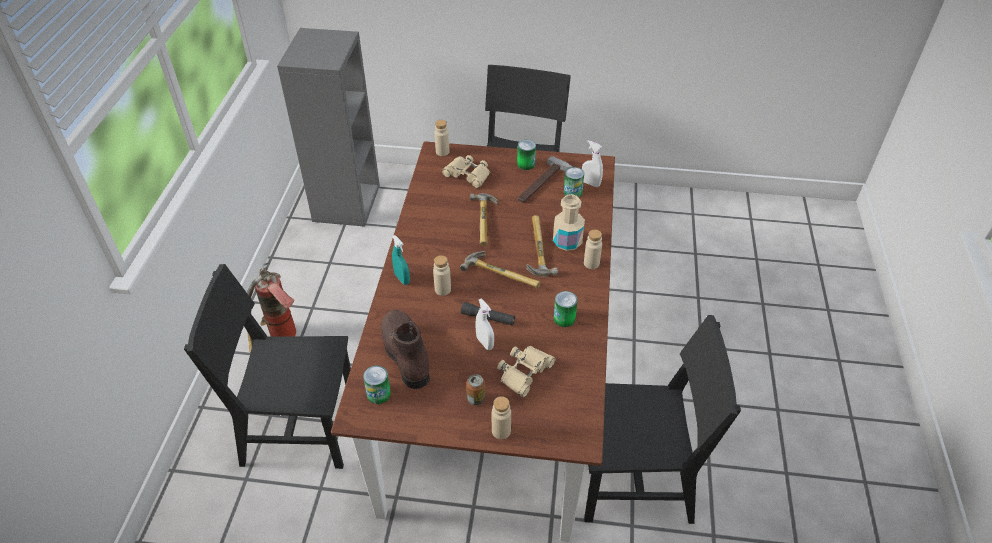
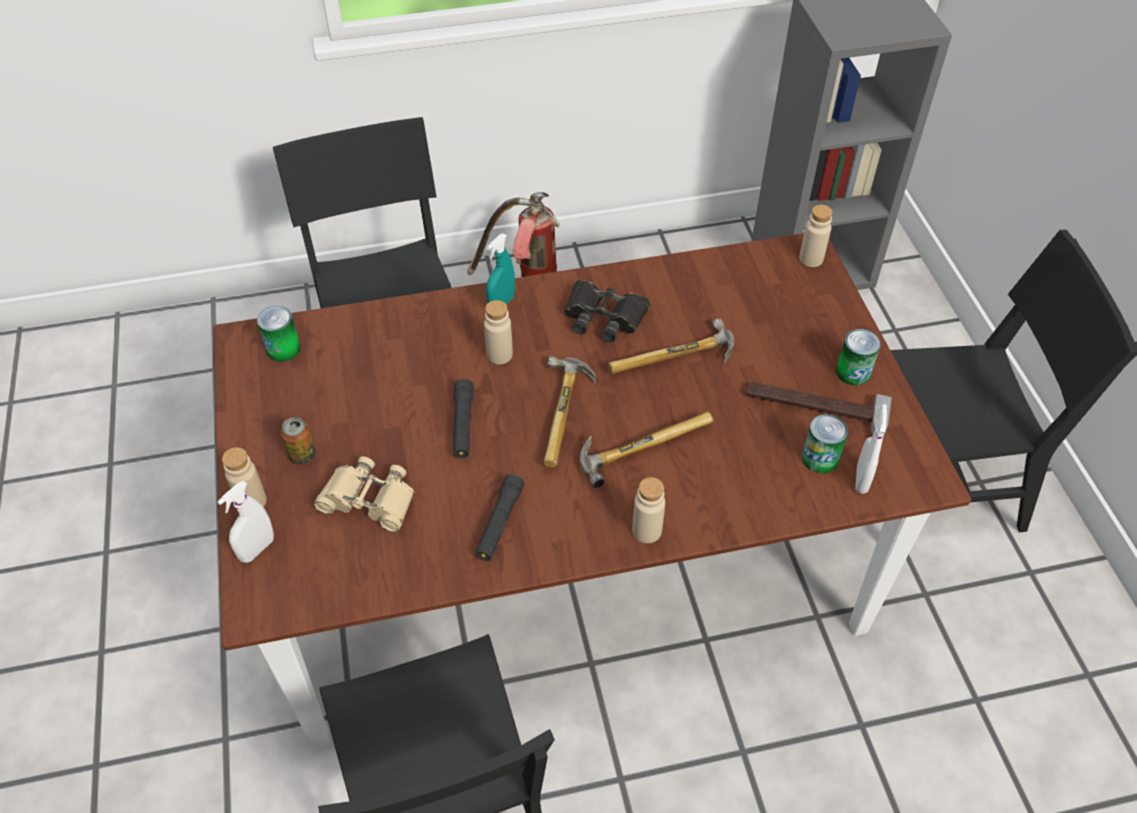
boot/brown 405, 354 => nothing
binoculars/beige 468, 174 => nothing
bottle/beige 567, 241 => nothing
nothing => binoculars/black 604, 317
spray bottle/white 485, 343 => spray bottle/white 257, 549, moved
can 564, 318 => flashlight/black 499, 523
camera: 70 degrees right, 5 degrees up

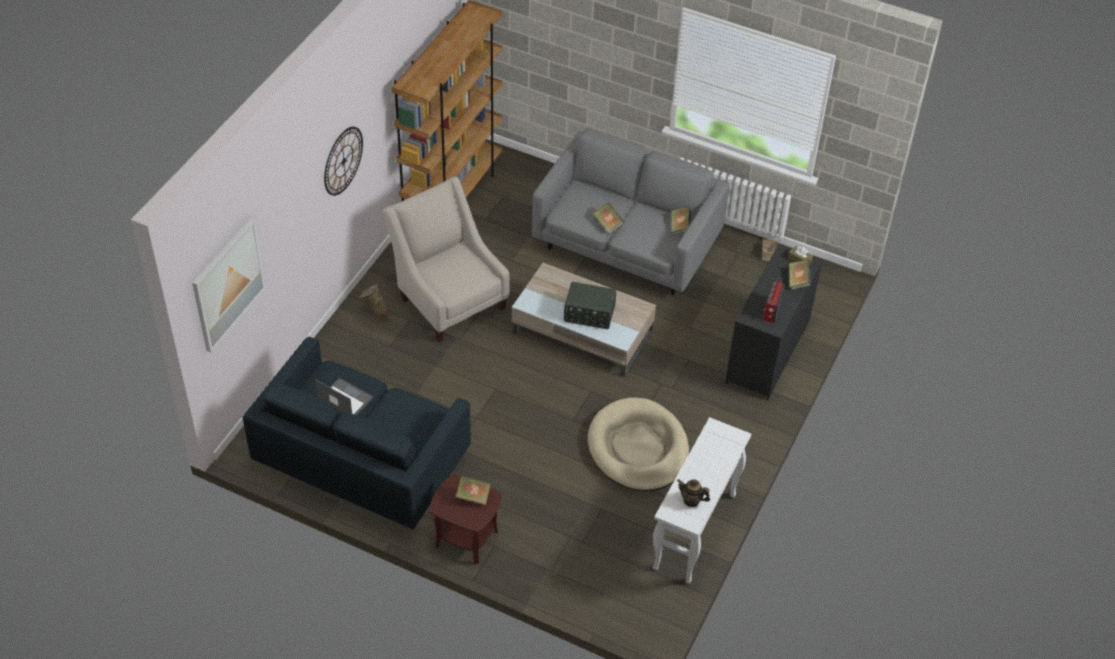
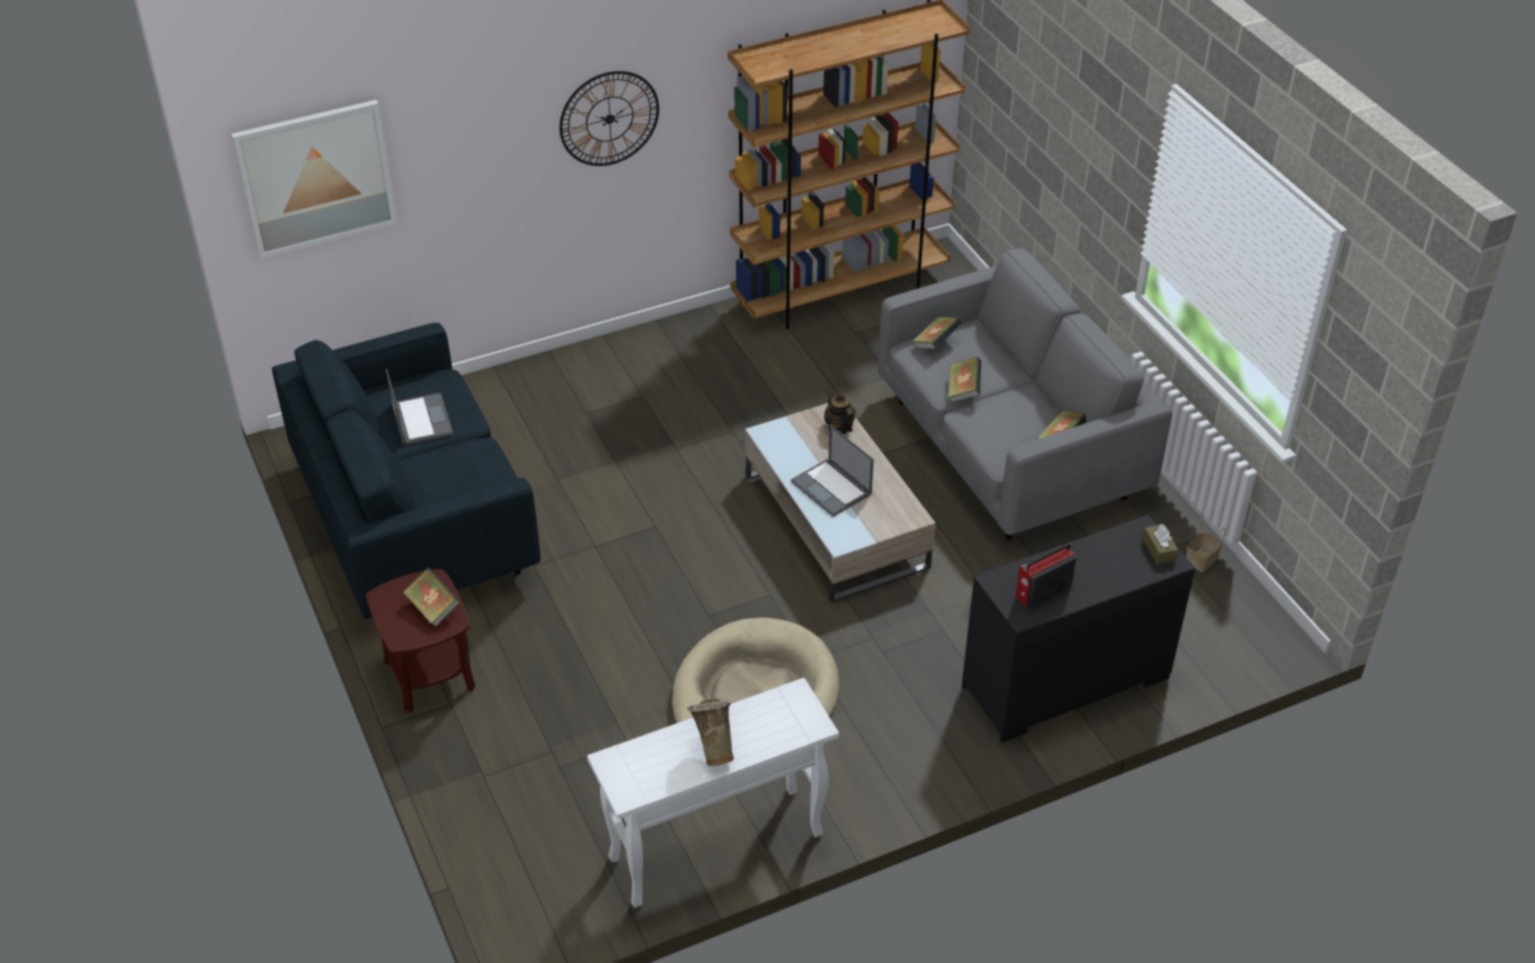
armchair/beige 449, 299 => nothing
vase/beige 375, 312 => vase/beige 713, 750, moved
teapot 691, 500 => teapot 839, 427, moved
book 798, 281 => book 935, 344, moved
radio 589, 315 => laptop 832, 488
camera: 40 degrees right, 5 degrees down

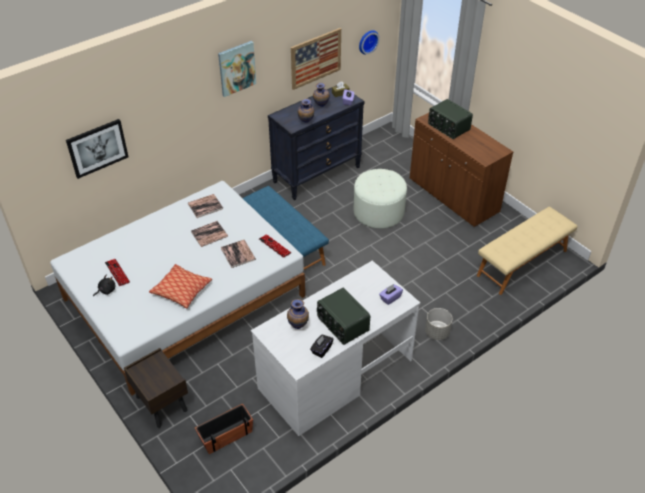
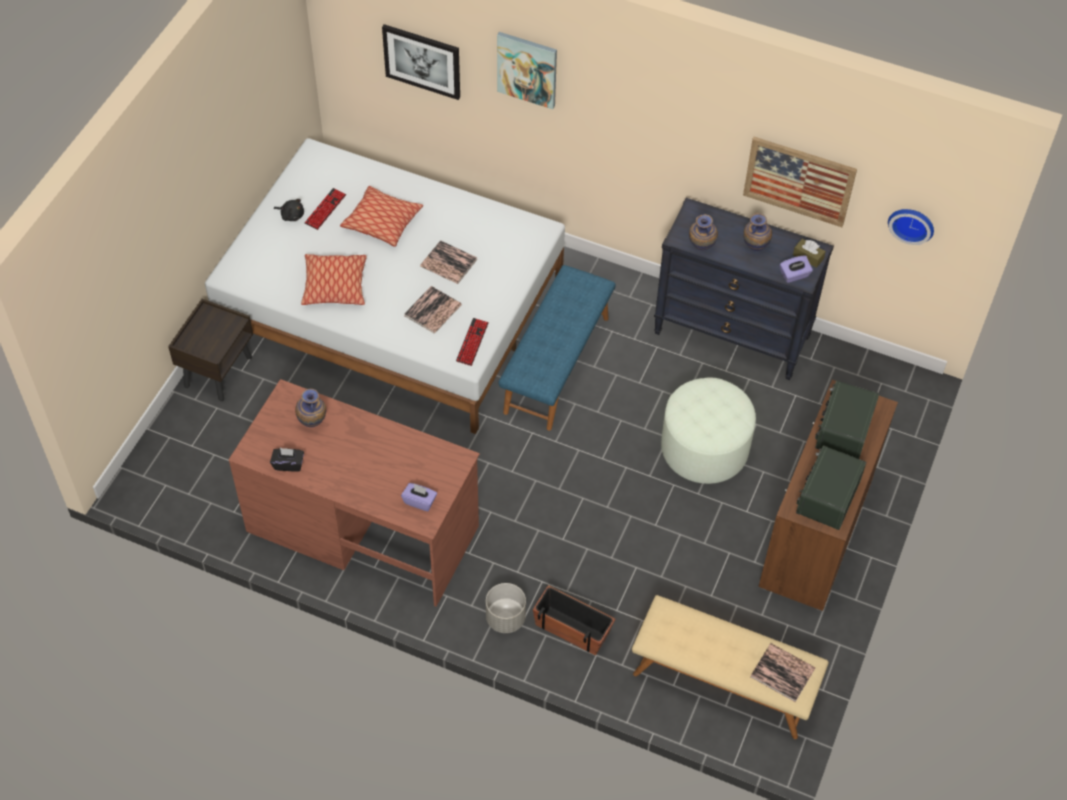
nothing => pillow 382, 222
book 205, 206 => book 782, 672, moved
planter 226, 435 => planter 572, 629, moved
picture 236, 68 => picture 527, 69, moved
radio 342, 324 => radio 826, 497, moved
desk/white 335, 374 => desk/brown 362, 527
camera: 60 degrees right, 10 degrees up

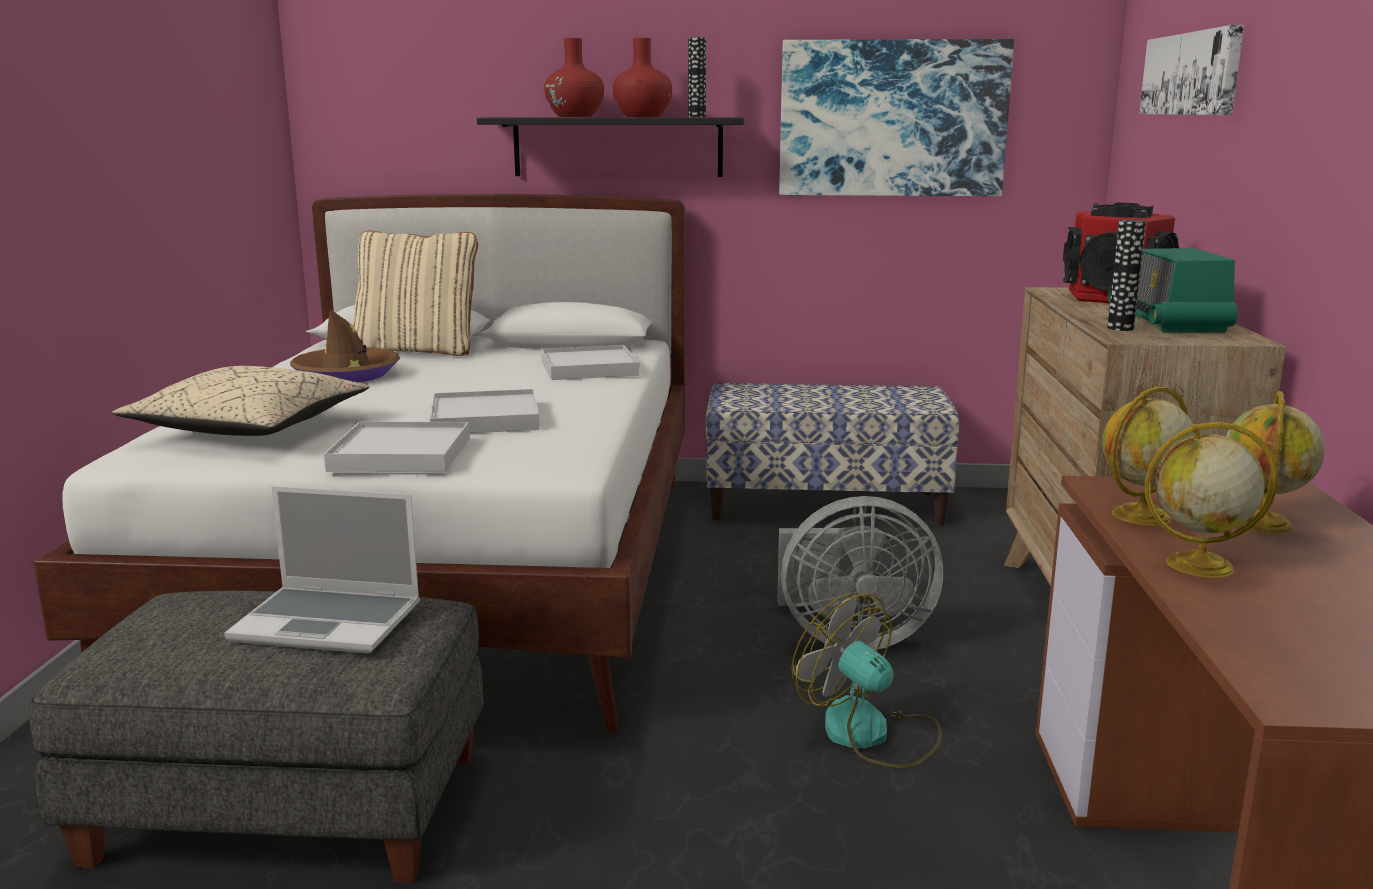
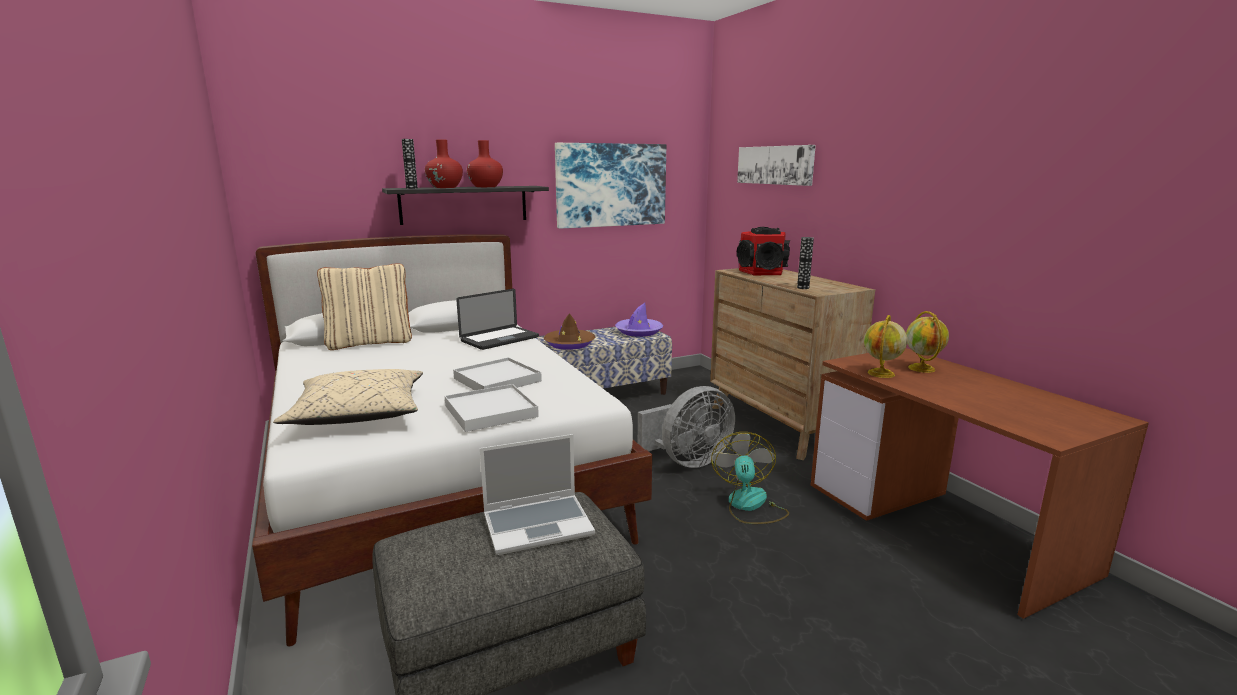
radio 1168, 321 => nothing
globe 1197, 565 => nothing
nothing => hat/purple 639, 332
hat/brown 346, 375 => hat/brown 569, 344, moved
vase 697, 117 => vase 411, 188, moved
tray/white 589, 368 => laptop 500, 339
fan 870, 734 => fan 749, 505, 75 degrees clockwise
camera: 30 degrees left, 0 degrees up

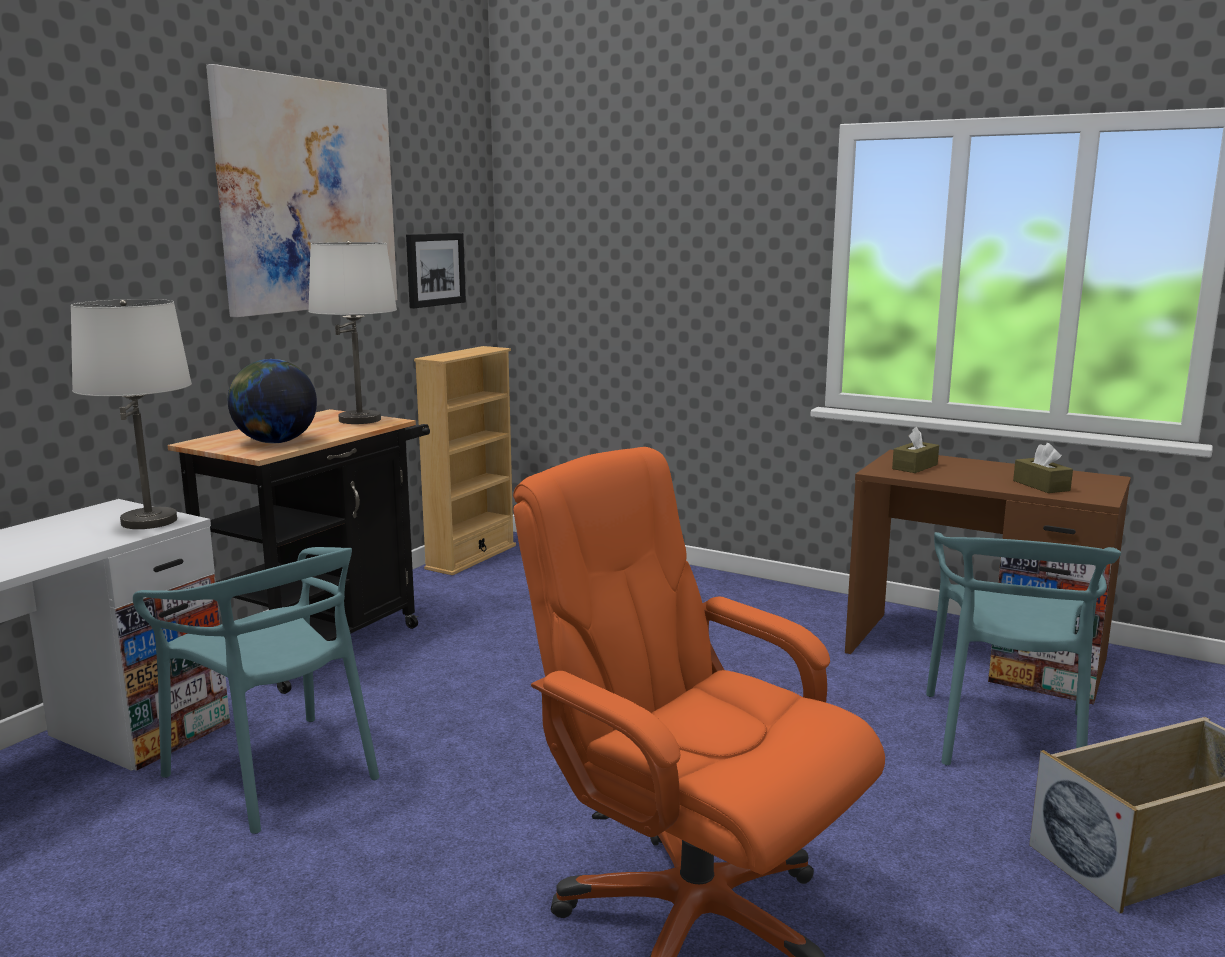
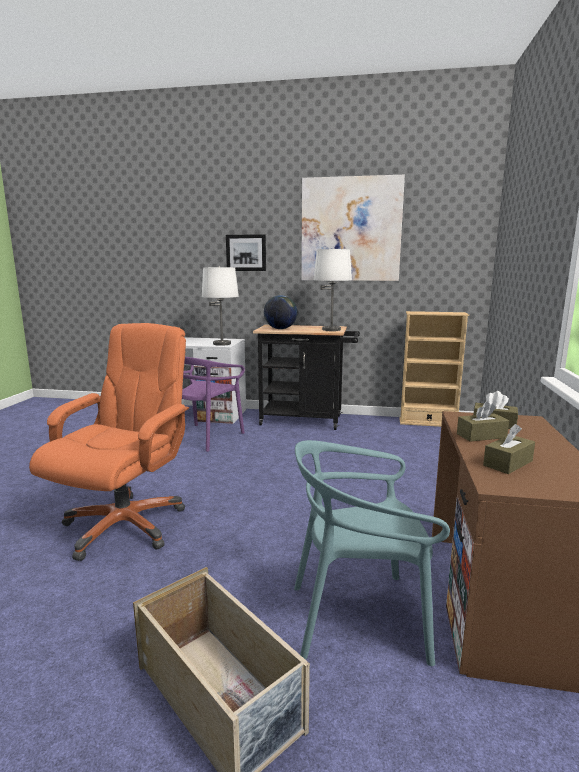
nothing => tissue box/brown 481, 435
picture 434, 269 => picture 246, 253, moved
chair/turquoise 276, 772 => chair/purple 204, 437
camera: 70 degrees right, 0 degrees up

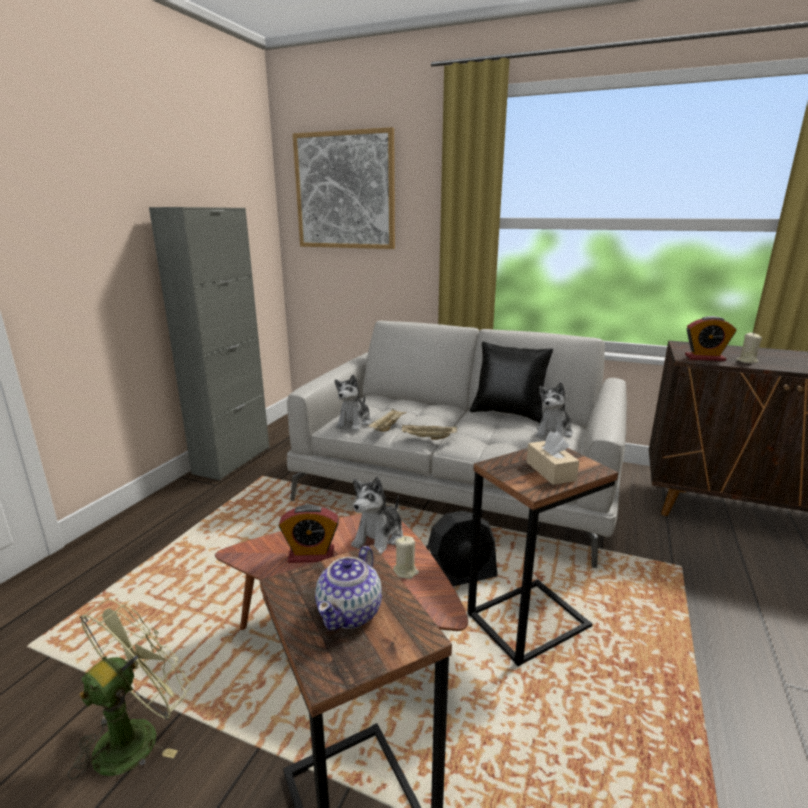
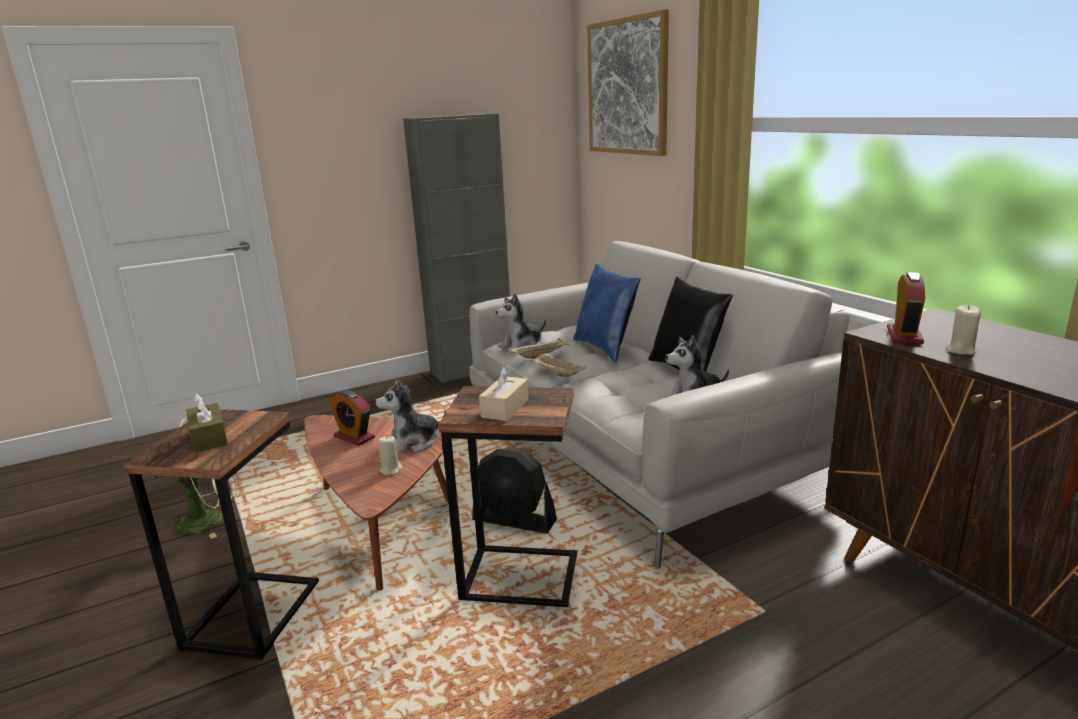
nothing => pillow/blue 606, 348
teapot 350, 612 => tissue box/brown 209, 438
alarm clock 704, 358 => alarm clock 904, 336, 120 degrees counterclockwise
camera: 40 degrees right, 0 degrees up

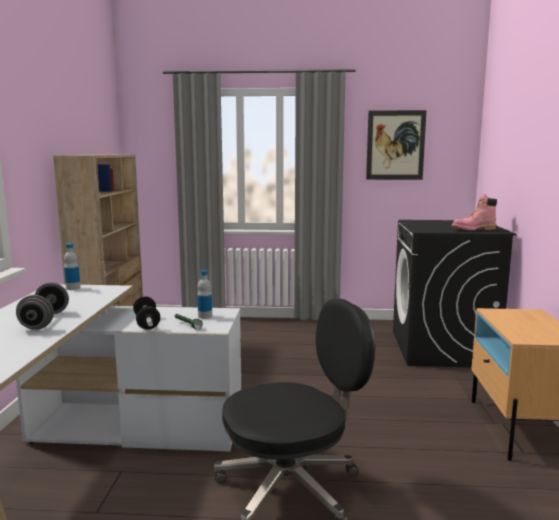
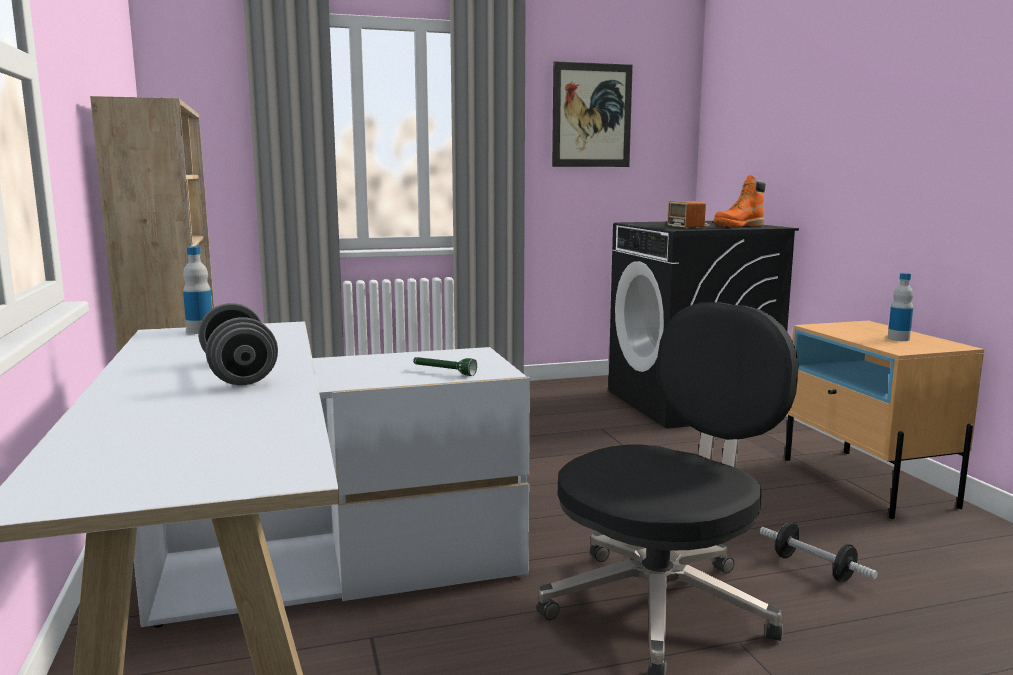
nothing => radio 689, 225
dumbbell 147, 323 => dumbbell 814, 568, moved
bottle 205, 316 => bottle 898, 339, moved
boot/pink 473, 229 => boot/orange 738, 226
camera: 20 degrees left, 0 degrees up

